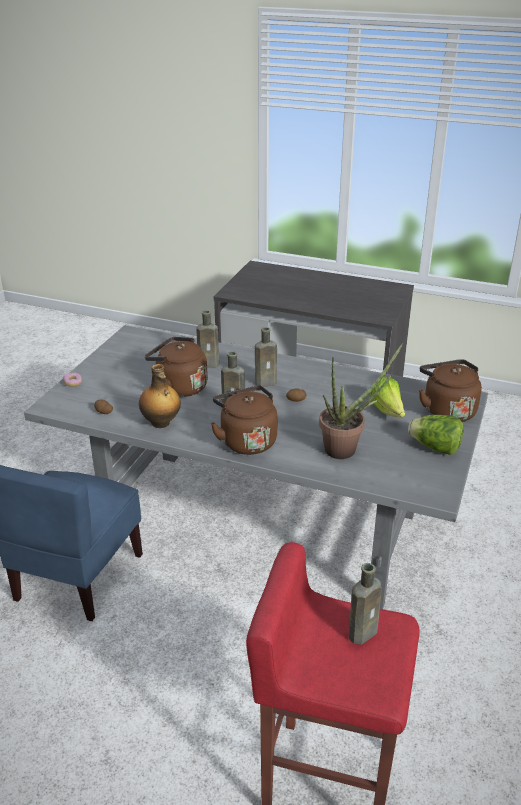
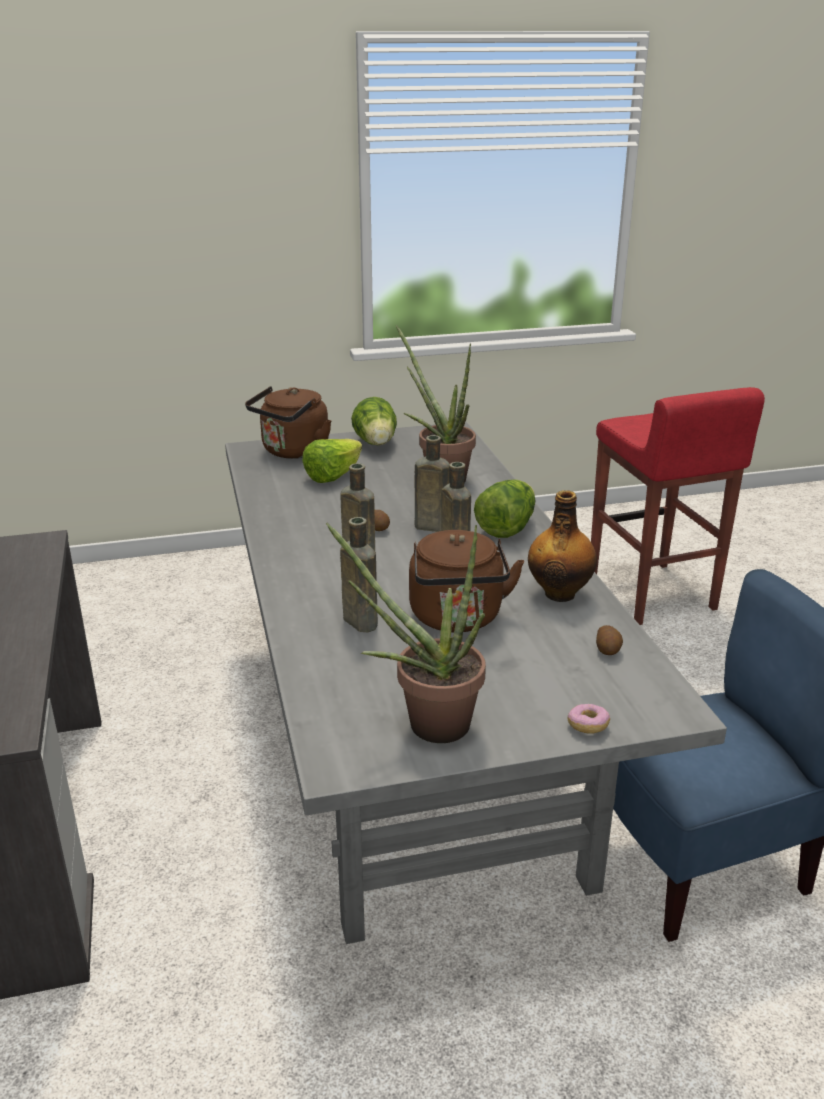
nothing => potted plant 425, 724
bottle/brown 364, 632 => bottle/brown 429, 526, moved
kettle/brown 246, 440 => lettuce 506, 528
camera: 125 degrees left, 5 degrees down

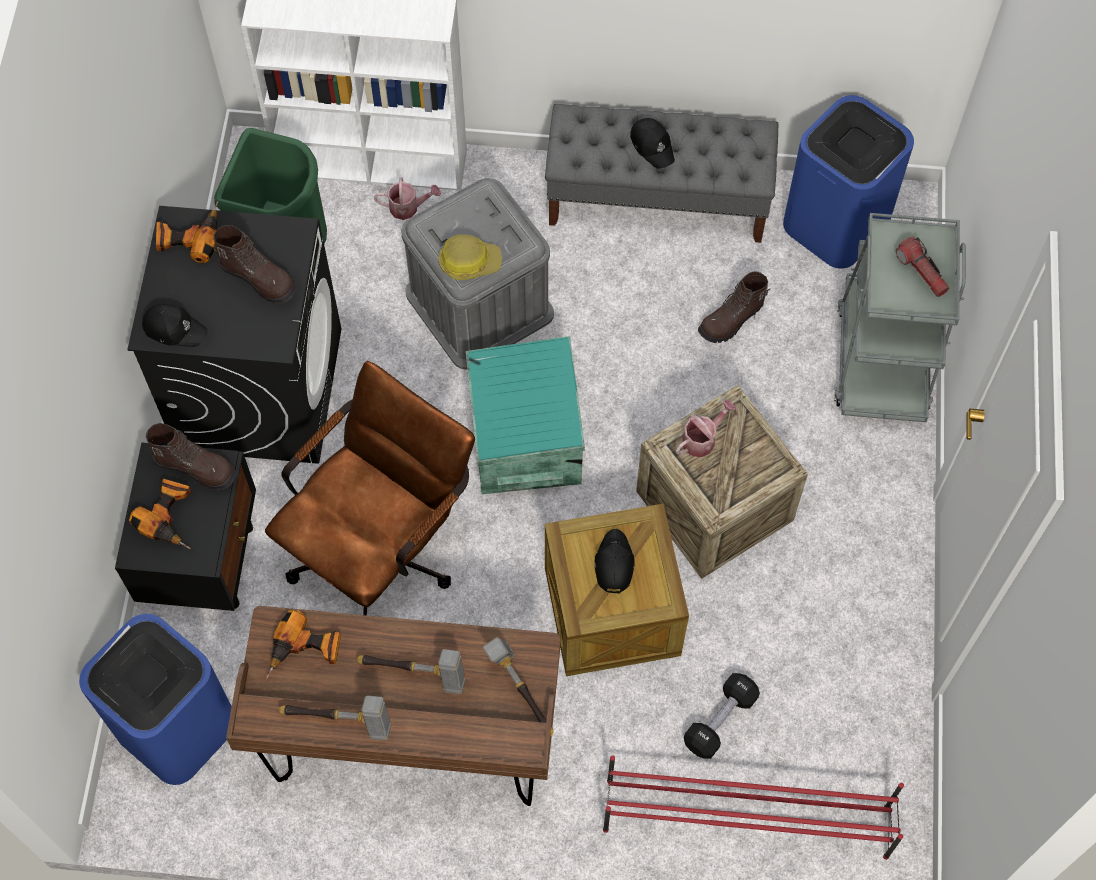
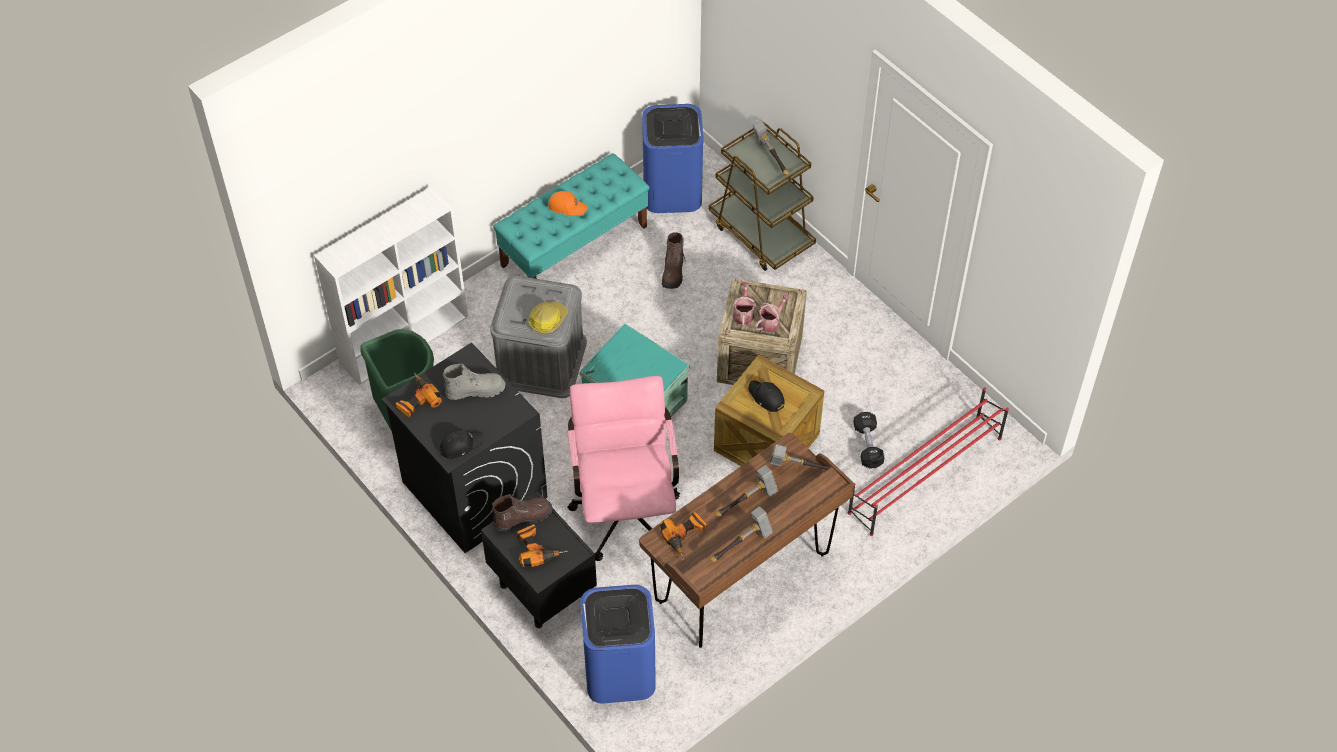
watering can 408, 207 => watering can 771, 321, moved
flashlight 921, 272 => hammer 770, 157
boot/brown 259, 278 => boot/grey 475, 390
office chair/brown 382, 548 => office chair/pink 625, 507
bench/grey 658, 200 => bench/turquoise 574, 245
cap/black 652, 145 => cap/orange 567, 206
cart/grey 882, 358 => cart/brown 761, 234
camera: 45 degrees left, 10 degrees down

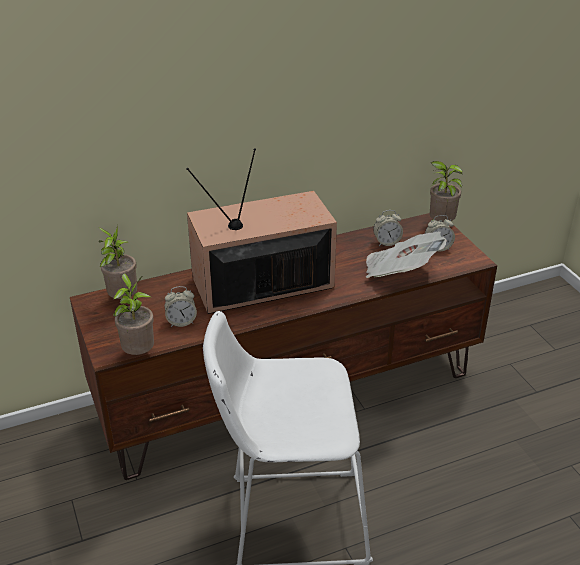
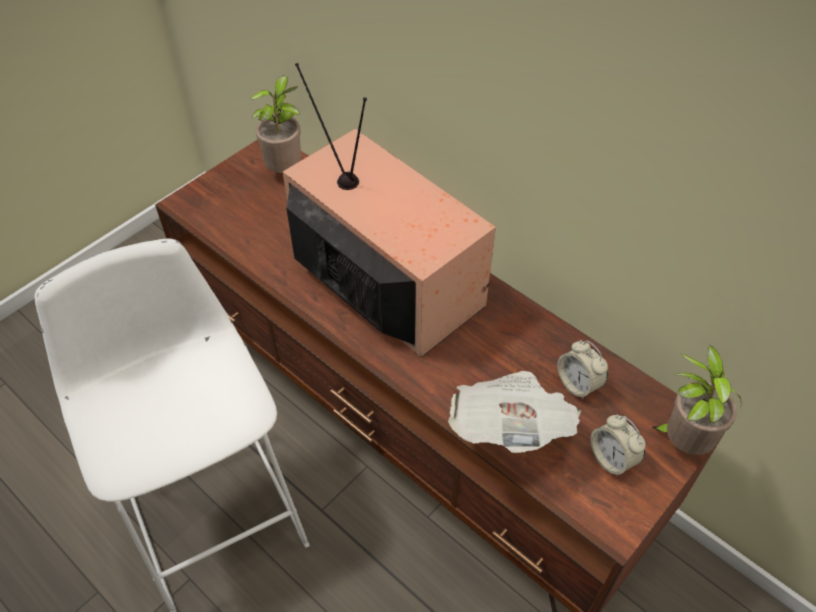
potted plant 139, 353 => nothing
alarm clock 181, 322 => nothing
camera: 65 degrees right, 15 degrees up

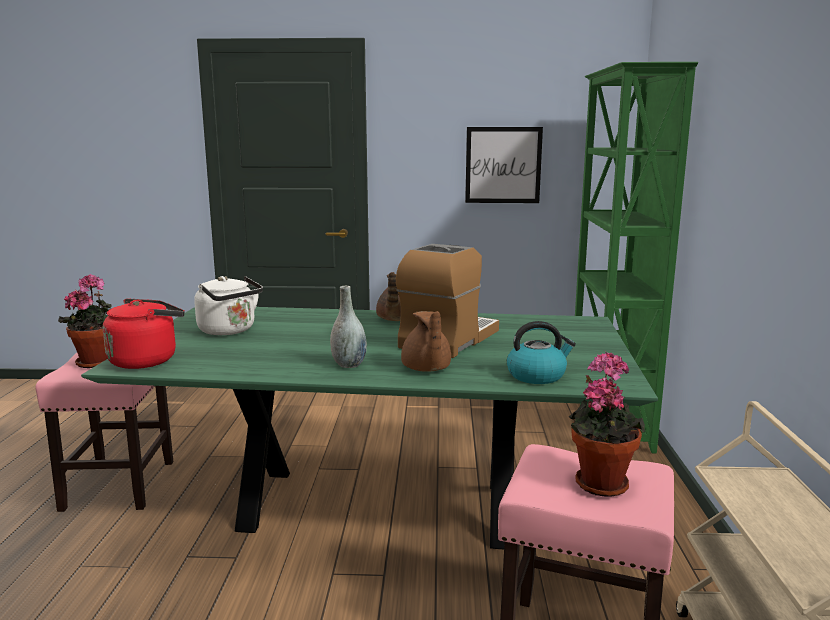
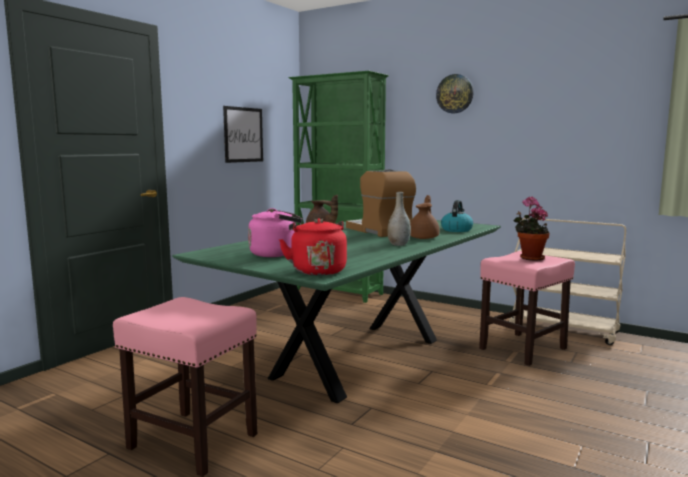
potted plant 97, 362 => nothing
nothing => wall clock 455, 94
kettle/white 229, 331 => kettle/pink 276, 254
teapot/brown 426, 369 => teapot/brown 424, 238, 90 degrees counterclockwise
camera: 60 degrees left, 5 degrees down

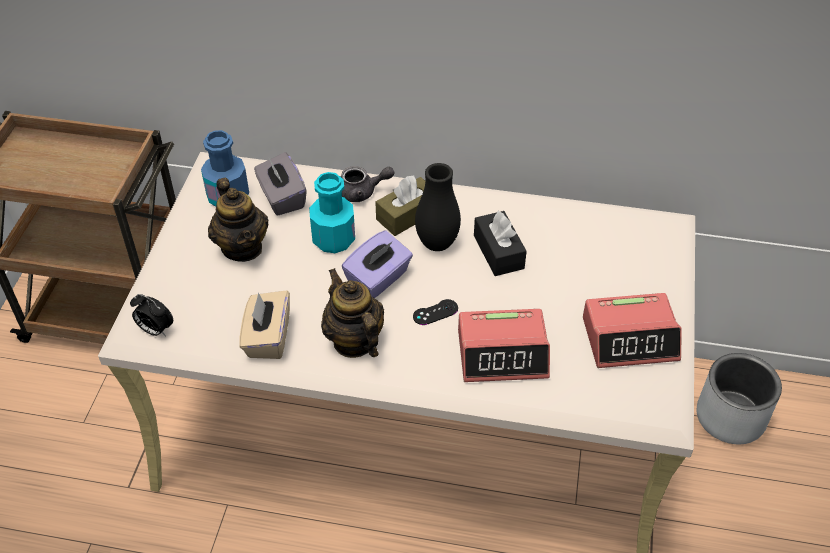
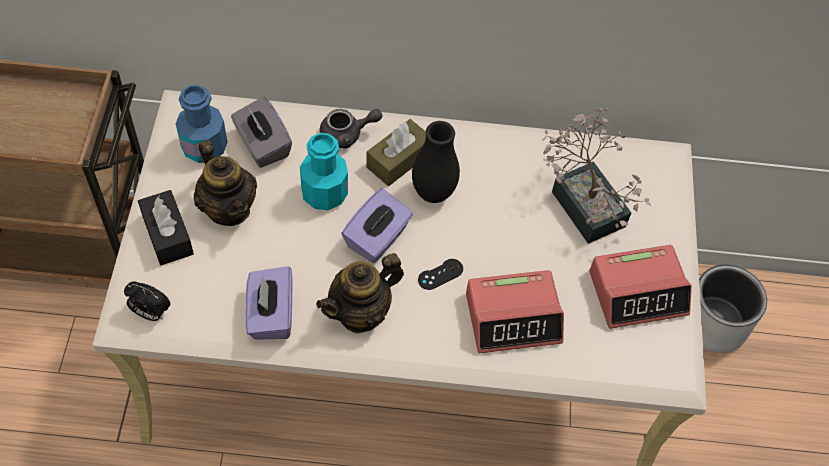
nothing => potted plant 584, 201
tissue box/black 498, 252 => tissue box/black 167, 234, moved
tissue box/beige 267, 338 => tissue box/purple 271, 315
teapot 354, 341 => teapot 361, 313, 90 degrees counterclockwise
camera: 10 degrees left, 10 degrees up

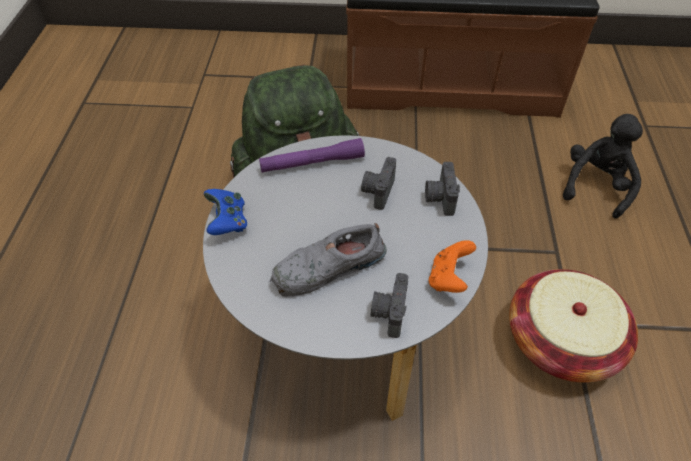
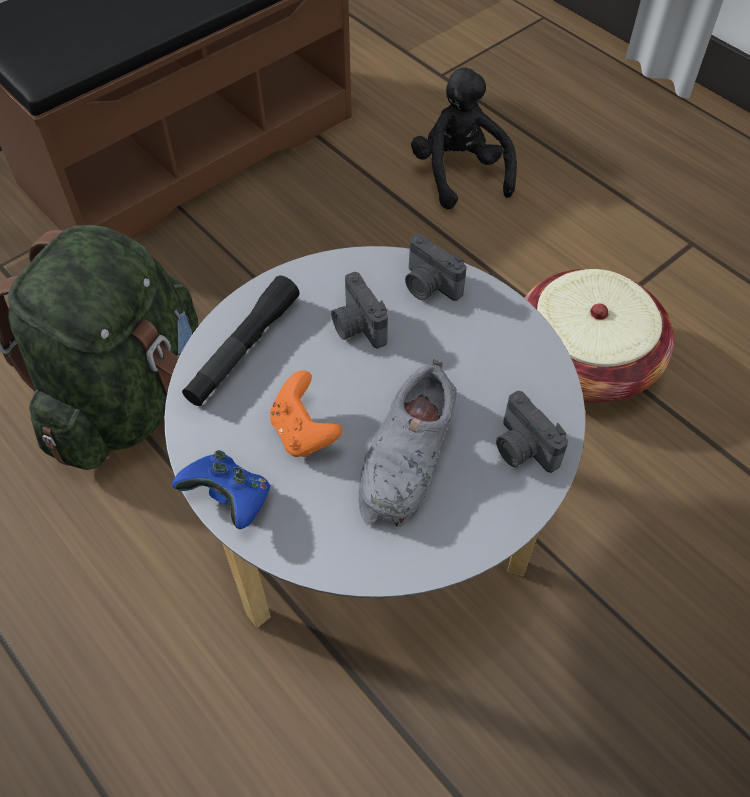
game controller/orange 448, 278 => game controller/orange 303, 432, moved
flashlight/purple 312, 163 => flashlight/black 243, 349
camera: 45 degrees left, 5 degrees up

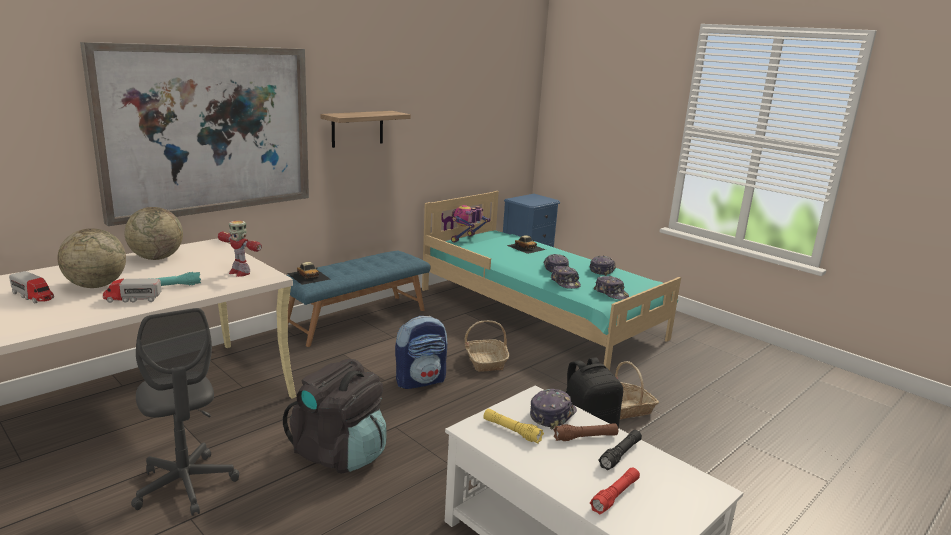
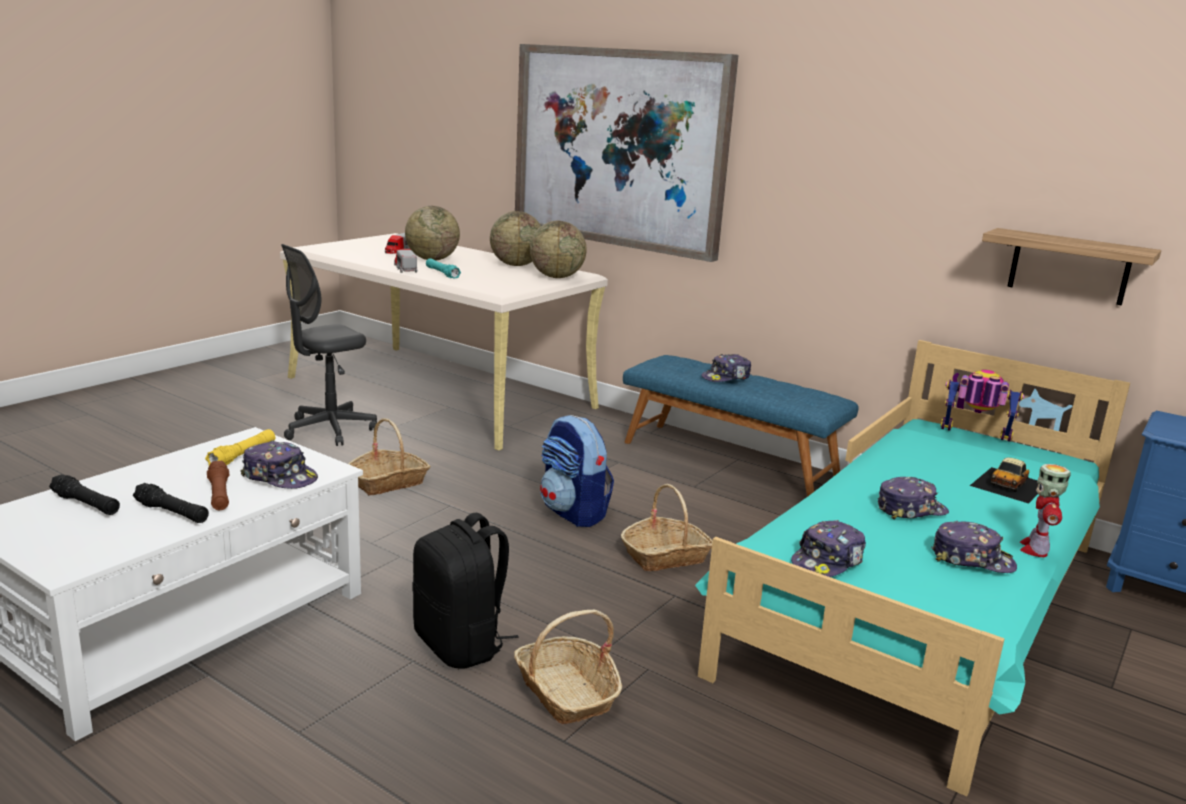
toy car 308, 276 => nothing
nothing => globe 557, 277
toy robot 239, 272 => toy robot 1035, 548, moved
shelf 357, 128 => shelf 1069, 267, moved
cap 565, 283 => cap 726, 377, moved
backpack/black 339, 453 => basket 388, 482
flashlight/red 615, 496 => flashlight/black 86, 504
camera: 80 degrees right, 0 degrees up

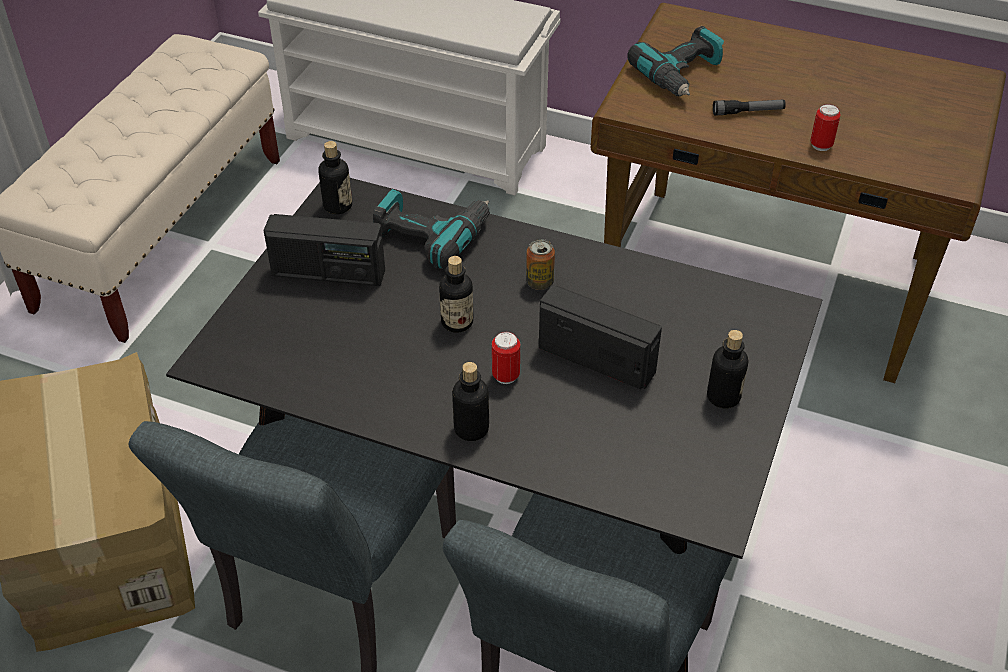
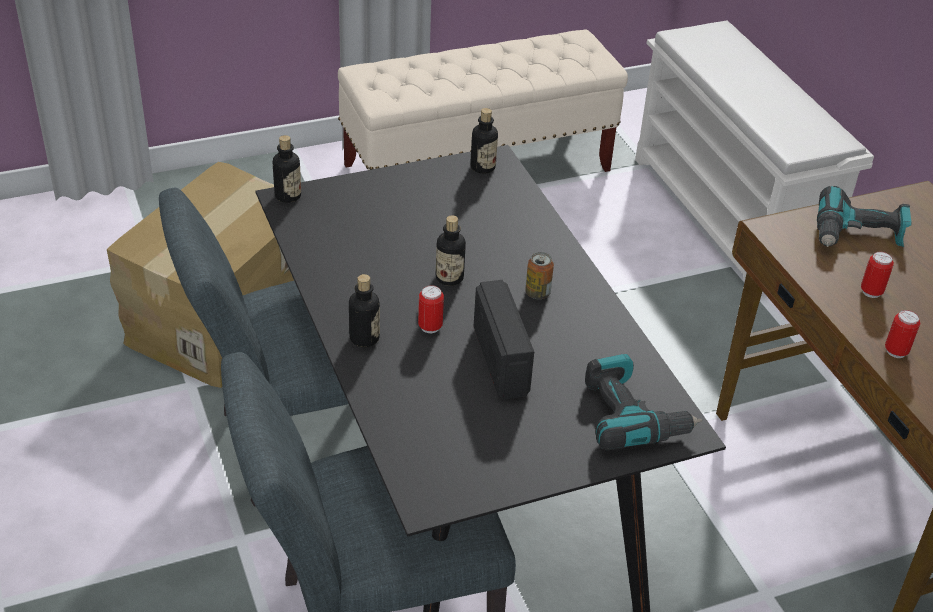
radio 328, 273 => nothing
power drill 432, 234 => power drill 632, 415, moved
bottle 723, 397 => bottle 288, 196, moved
flashlight 748, 112 => can 871, 292
camera: 45 degrees right, 5 degrees down

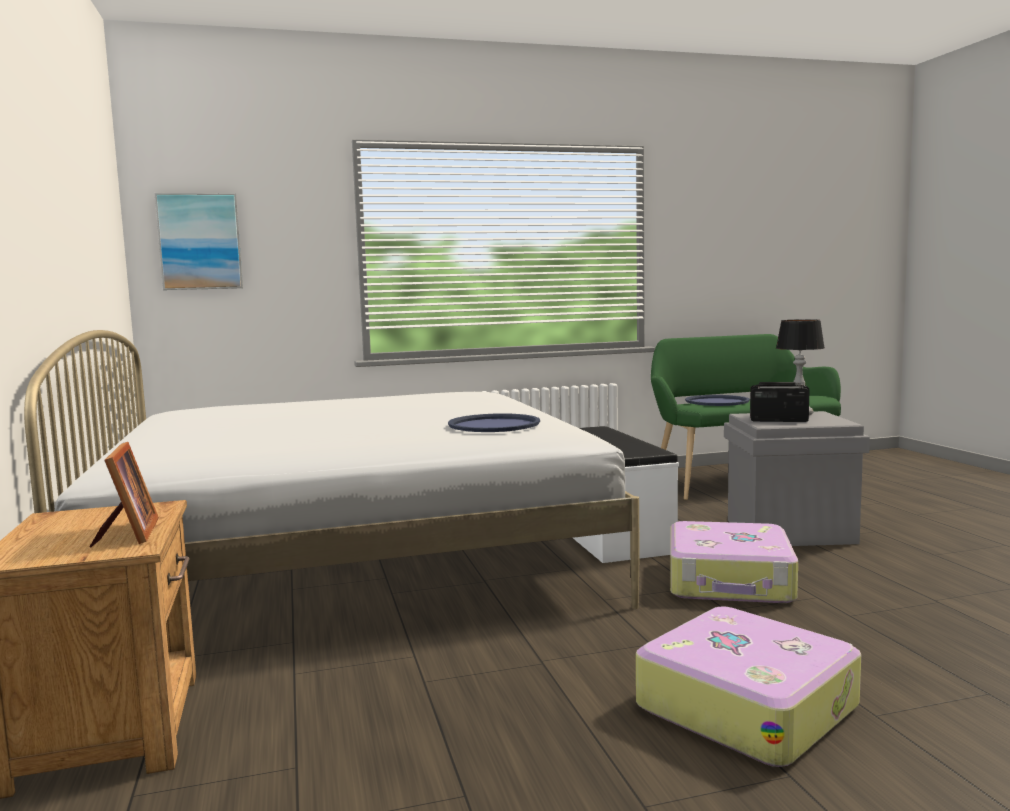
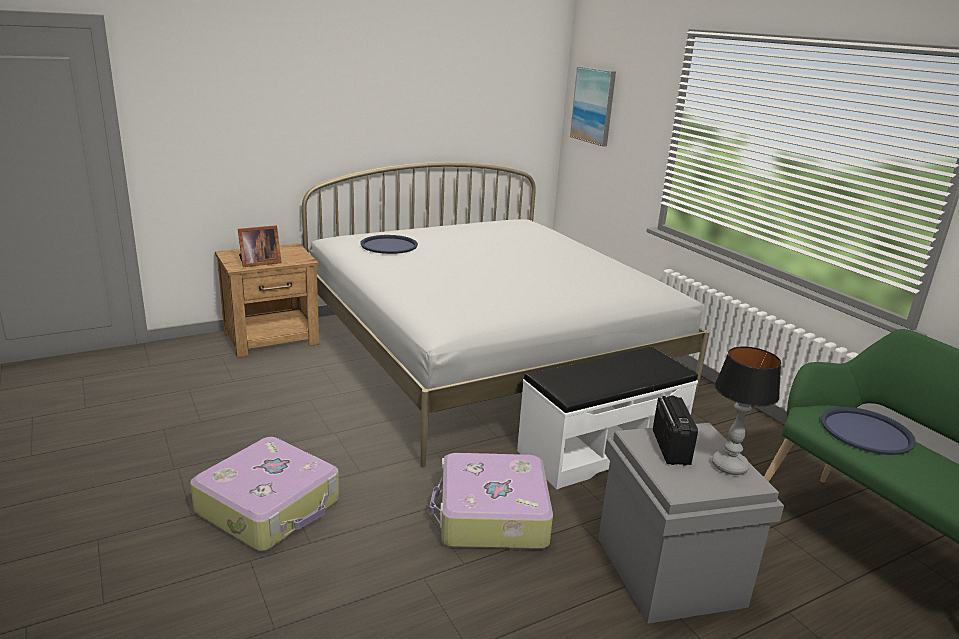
tray/blue 493, 425 => tray/blue 389, 245, moved
camera: 75 degrees right, 15 degrees up

